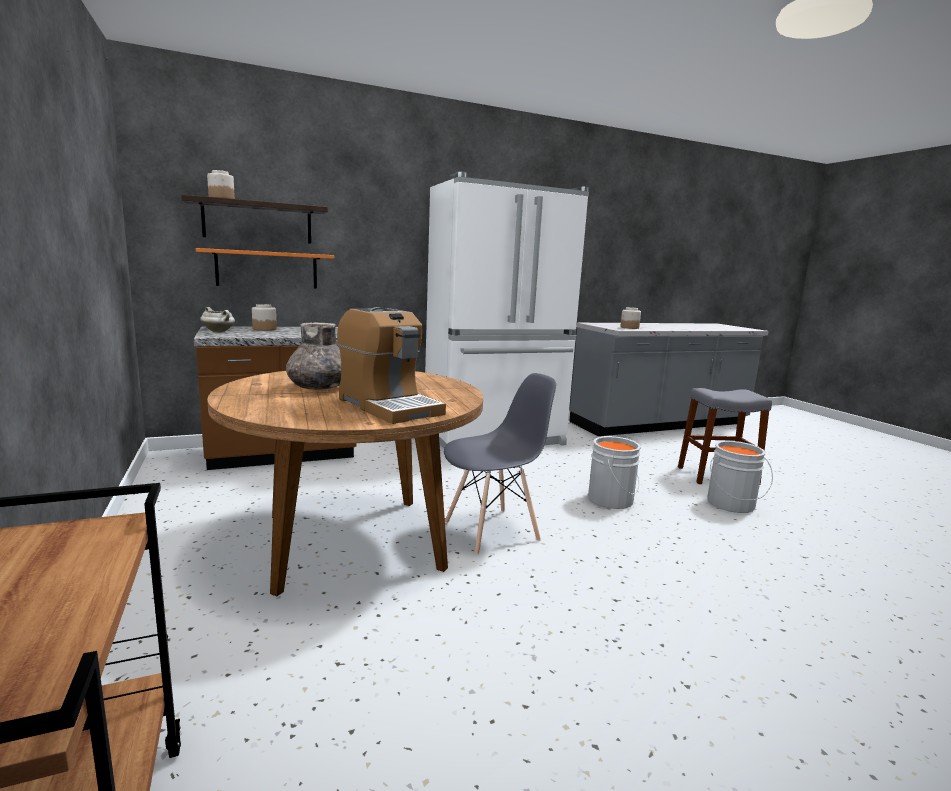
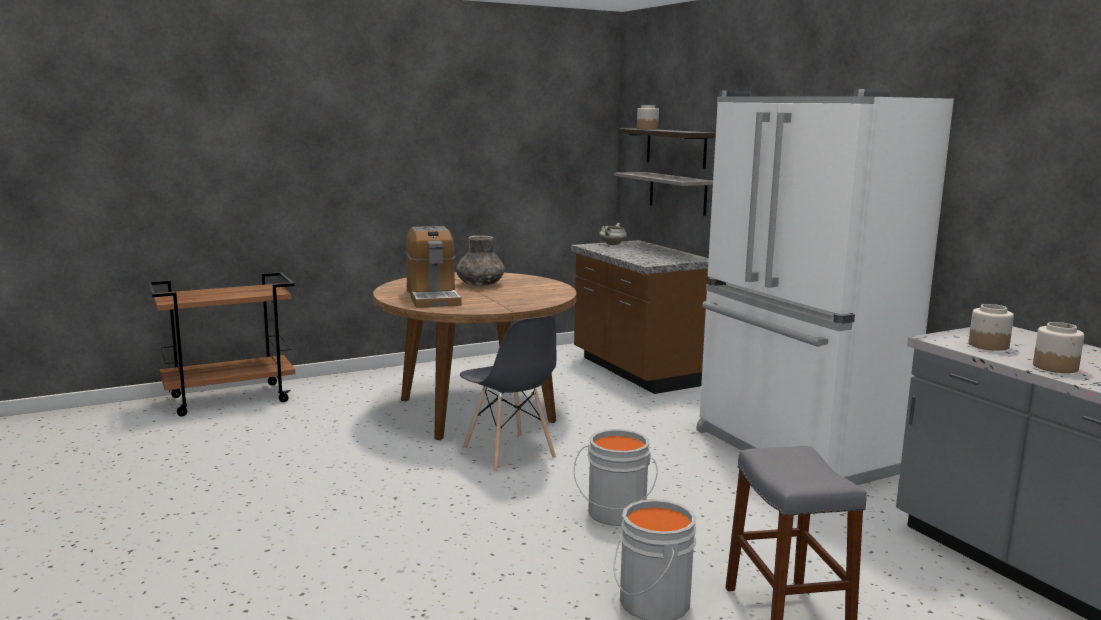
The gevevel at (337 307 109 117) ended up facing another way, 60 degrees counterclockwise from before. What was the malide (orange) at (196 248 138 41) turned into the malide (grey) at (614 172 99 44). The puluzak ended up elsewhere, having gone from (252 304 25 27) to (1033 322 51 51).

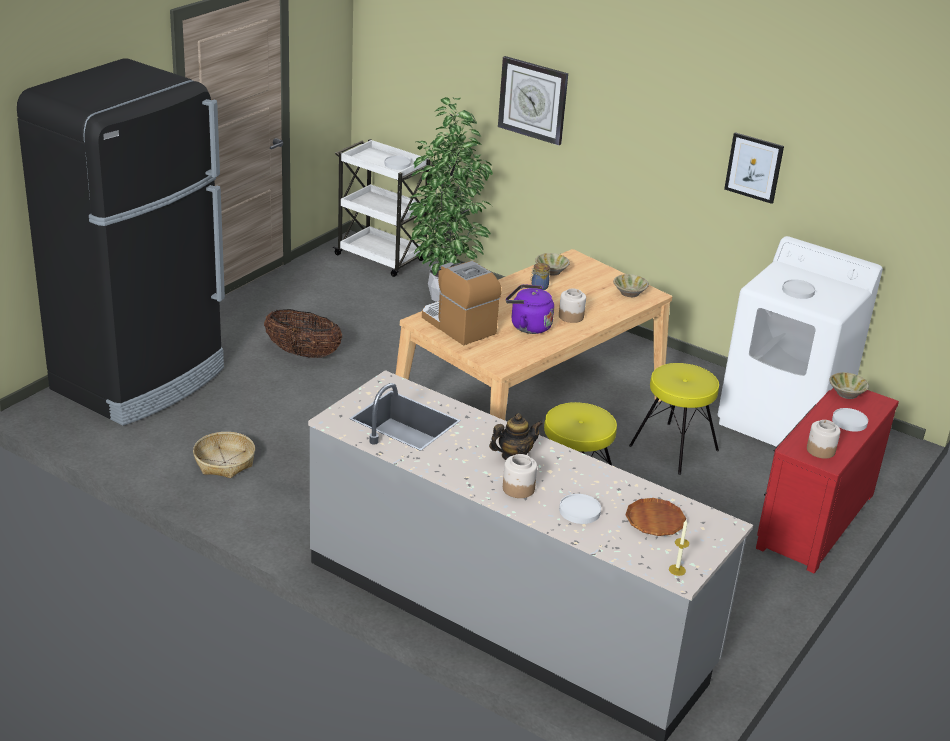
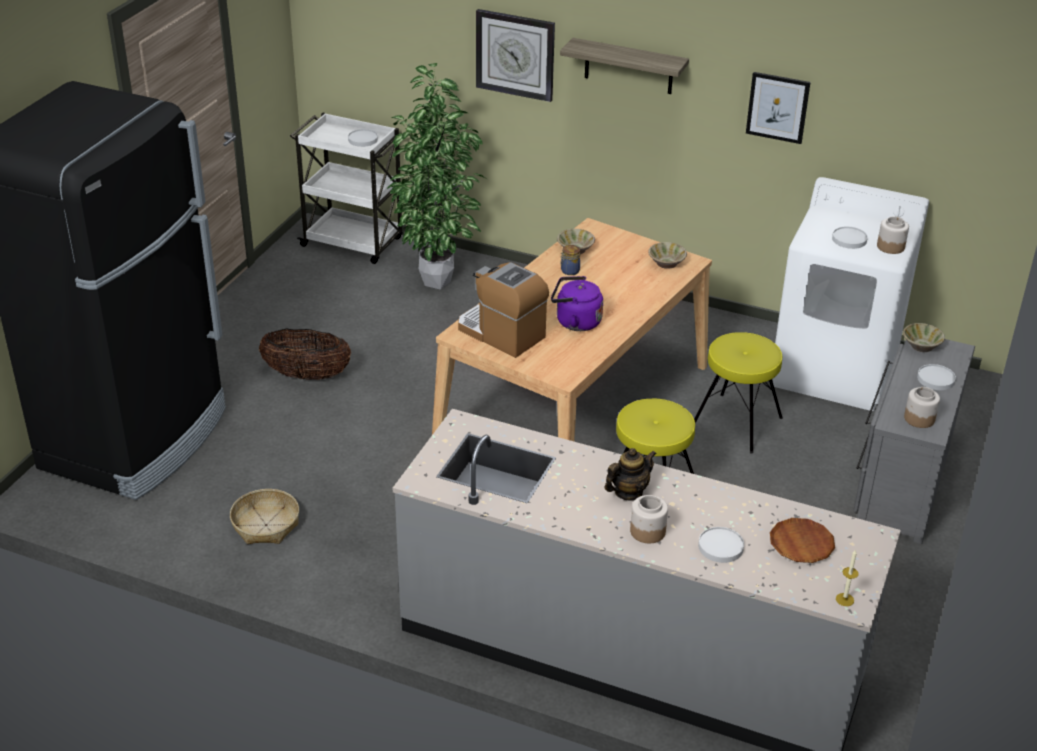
The second view gained the malide at (560 38 129 56). What was the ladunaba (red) at (756 388 143 185) turned into the ladunaba (grey) at (854 339 121 205). The puluzak ended up elsewhere, having gone from (559 289 27 34) to (877 216 32 38).

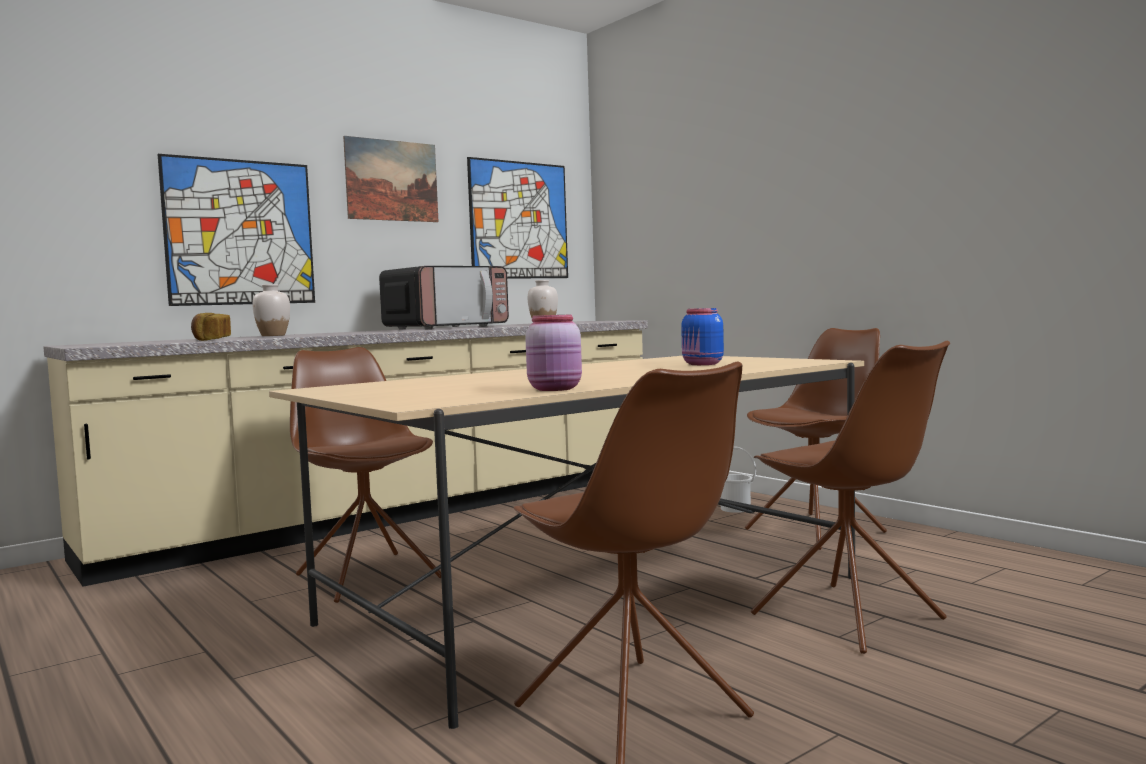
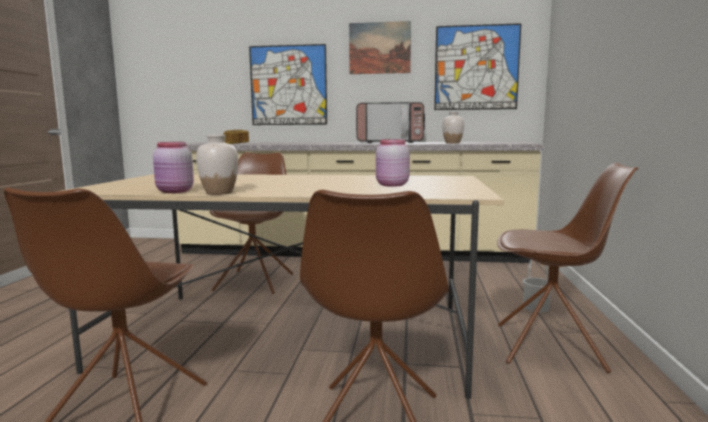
The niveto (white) ended up elsewhere, having gone from (252 284 38 52) to (196 135 42 60). What was the puluzak (blue) at (681 308 43 57) turned into the puluzak (pink) at (376 139 34 48).

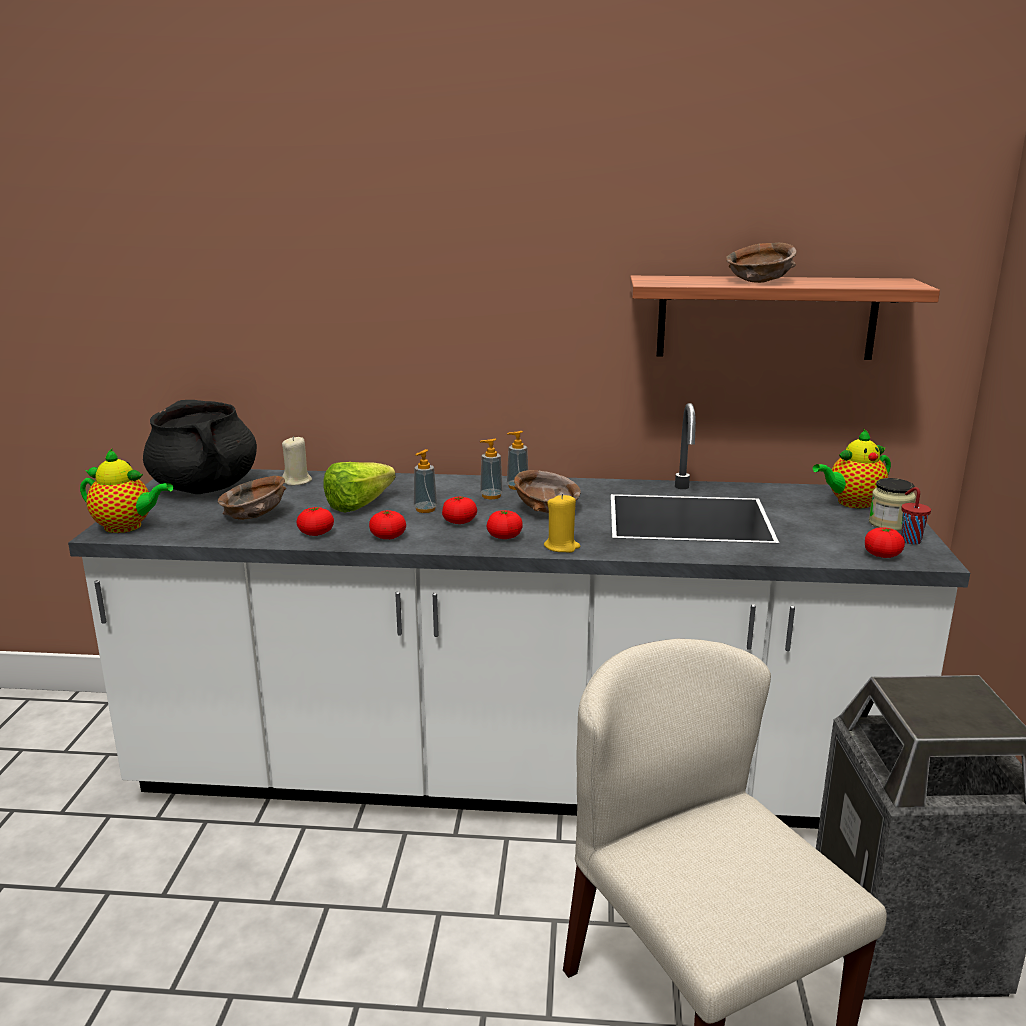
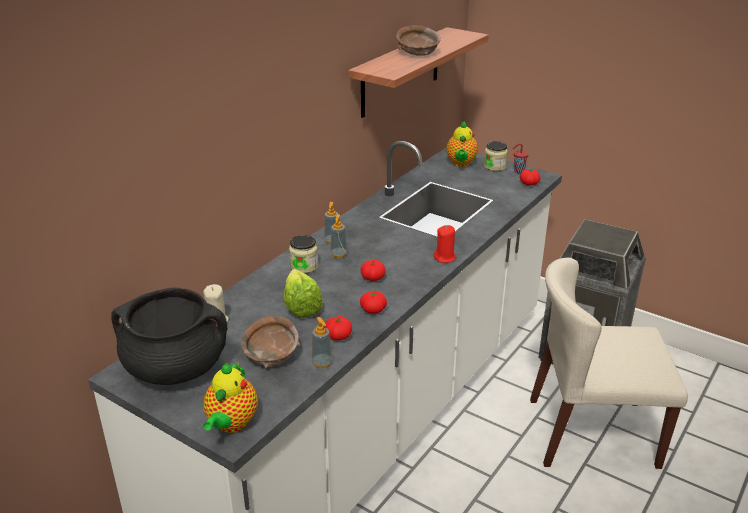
The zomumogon at (80 449 93 84) ended up facing another way, 150 degrees clockwise from before. The second view gained the puluzak at (289 235 29 39). The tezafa ended up elsewhere, having gone from (414 449 23 64) to (312 317 20 51). What was the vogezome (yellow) at (544 494 36 59) turned into the vogezome (red) at (434 225 22 38). The second view lost the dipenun at (487 510 36 29). The second view lost the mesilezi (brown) at (514 470 67 43).

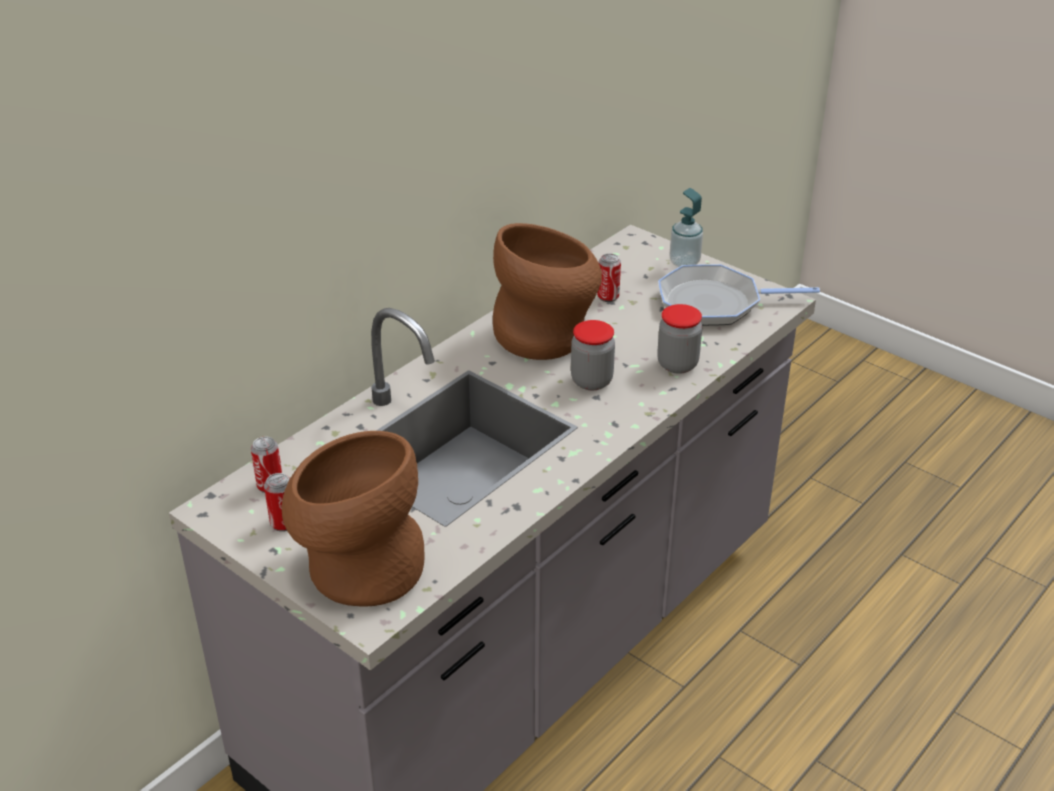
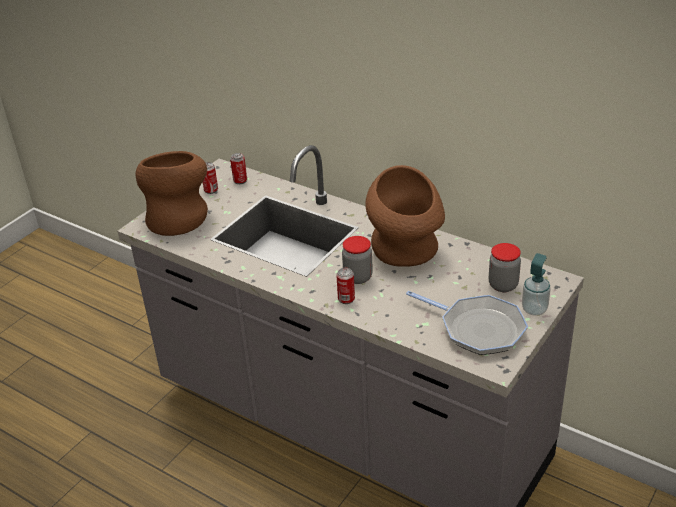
The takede ended up elsewhere, having gone from (597 253 24 49) to (336 268 19 36). The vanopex at (658 264 162 62) ended up facing another way, 135 degrees clockwise from before. The puluzak ended up elsewhere, having gone from (657 304 45 70) to (489 243 32 49).

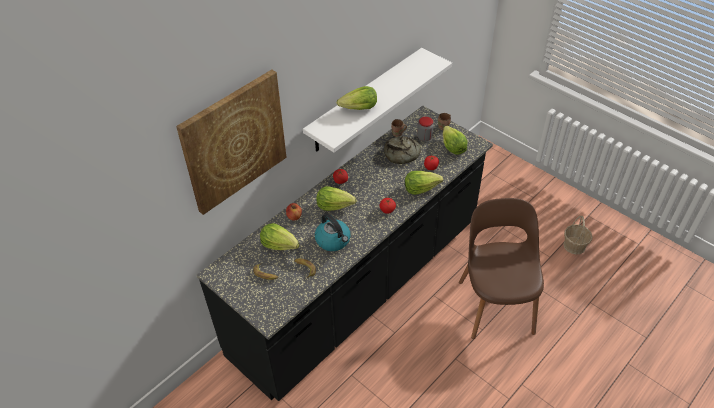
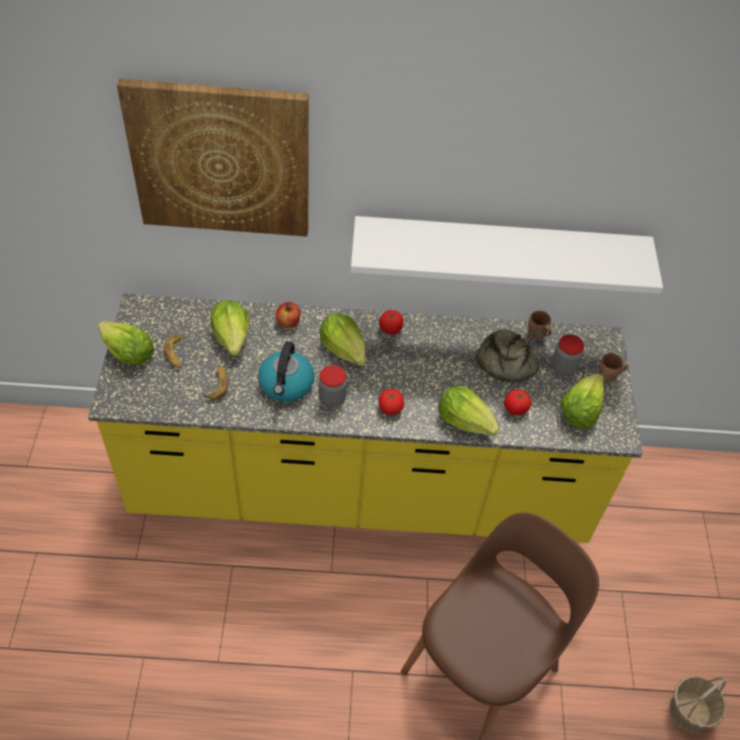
What was the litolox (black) at (196 106 297 295) turned into the litolox (yellow) at (88 294 554 249). The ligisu ended up elsewhere, having gone from (337 86 40 24) to (98 321 57 44). The second view gained the puluzak at (319 365 28 43).

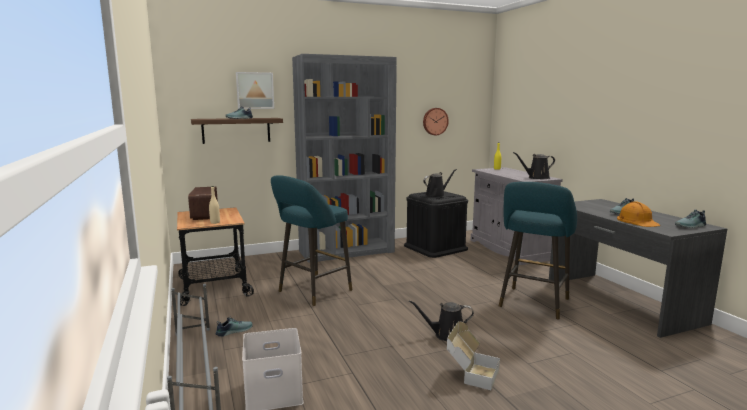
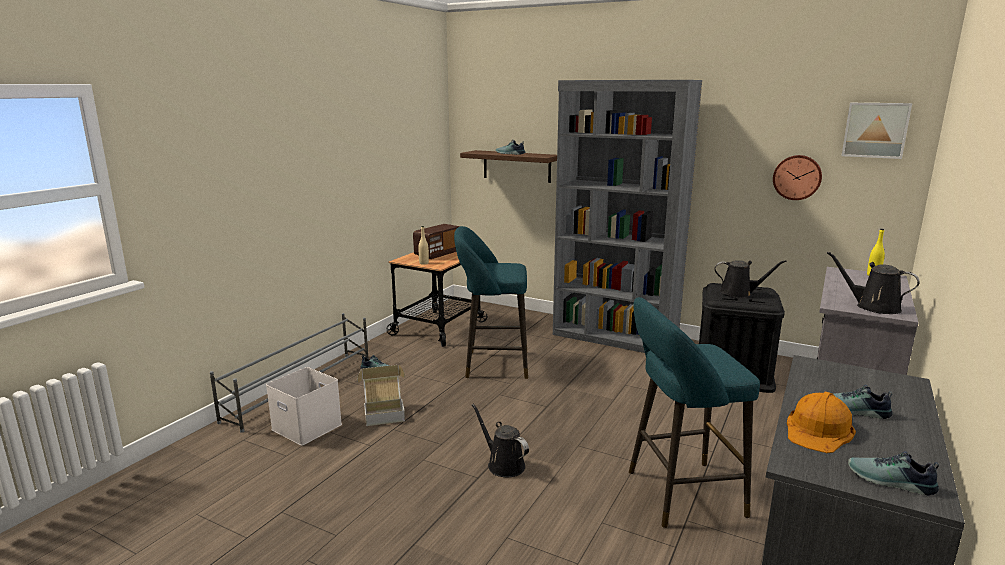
The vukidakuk ended up elsewhere, having gone from (447 321 53 69) to (357 365 48 61). The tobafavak ended up elsewhere, having gone from (236 72 38 37) to (842 103 70 56).

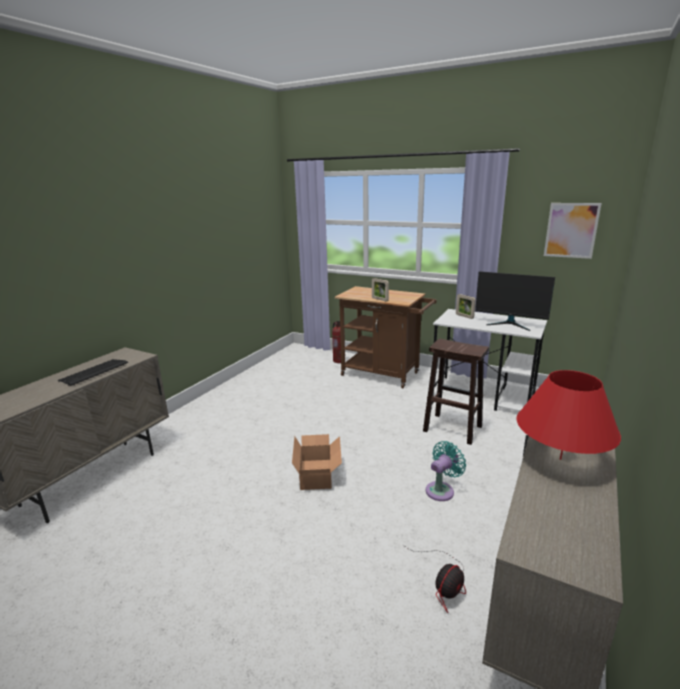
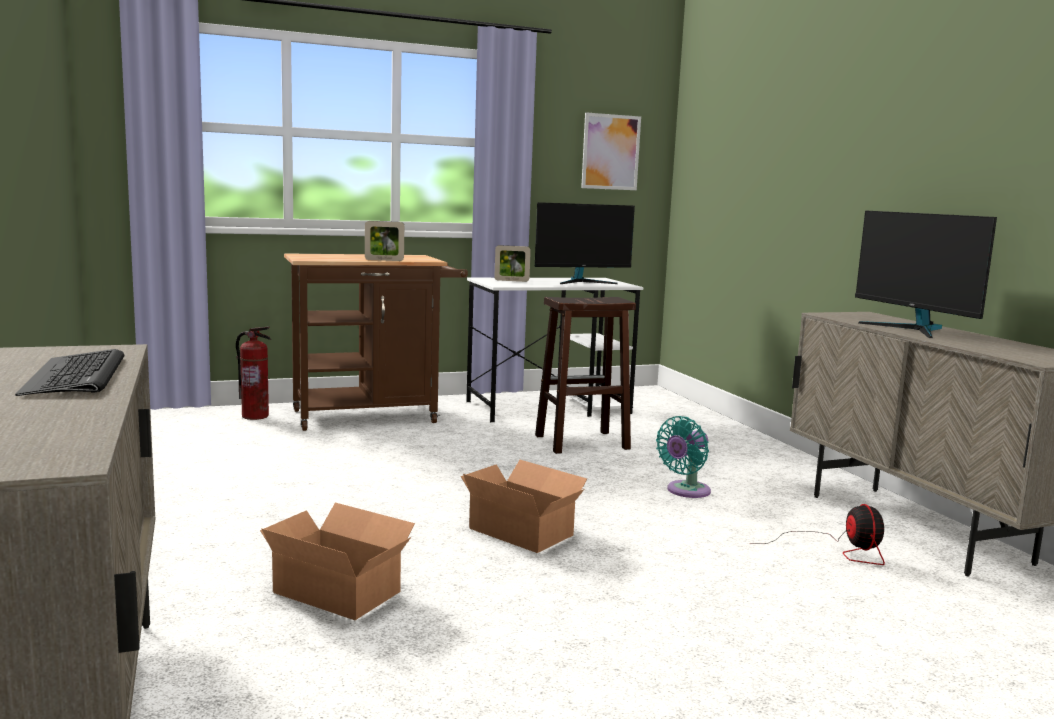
The second view gained the vukidakuk at (260 503 155 117). The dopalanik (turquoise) at (426 441 40 60) ended up facing another way, 135 degrees counterclockwise from before. Where the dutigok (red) stood at (517 370 104 90), the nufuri came to stand at (855 211 142 127).

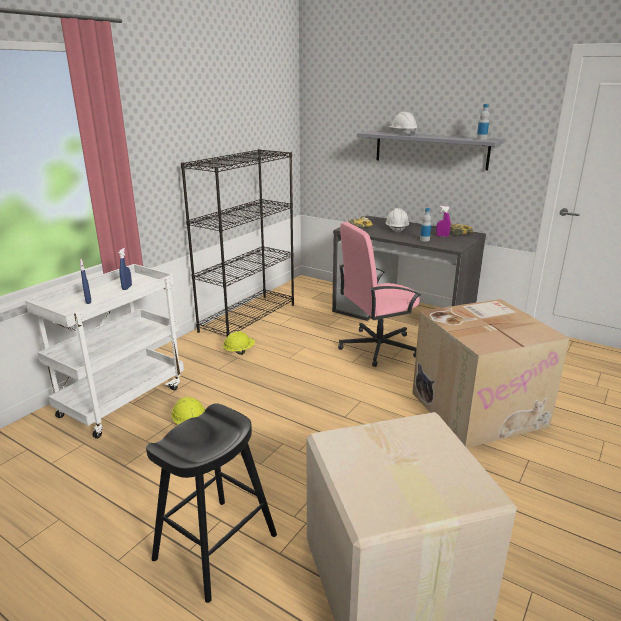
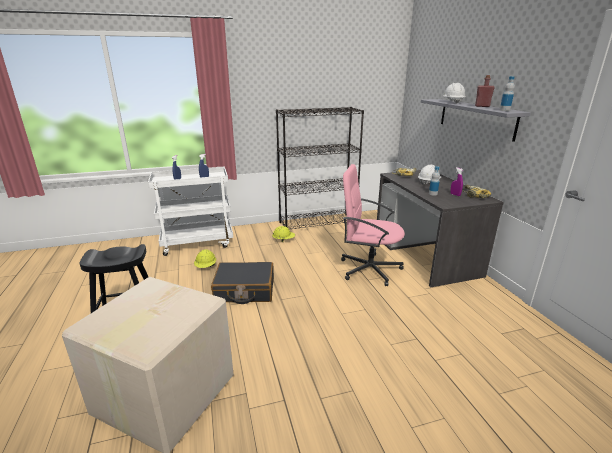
The second view gained the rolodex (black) at (211 262 63 42). The second view gained the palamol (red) at (475 75 20 32). The second view lost the vukidakuk at (412 299 158 149).

